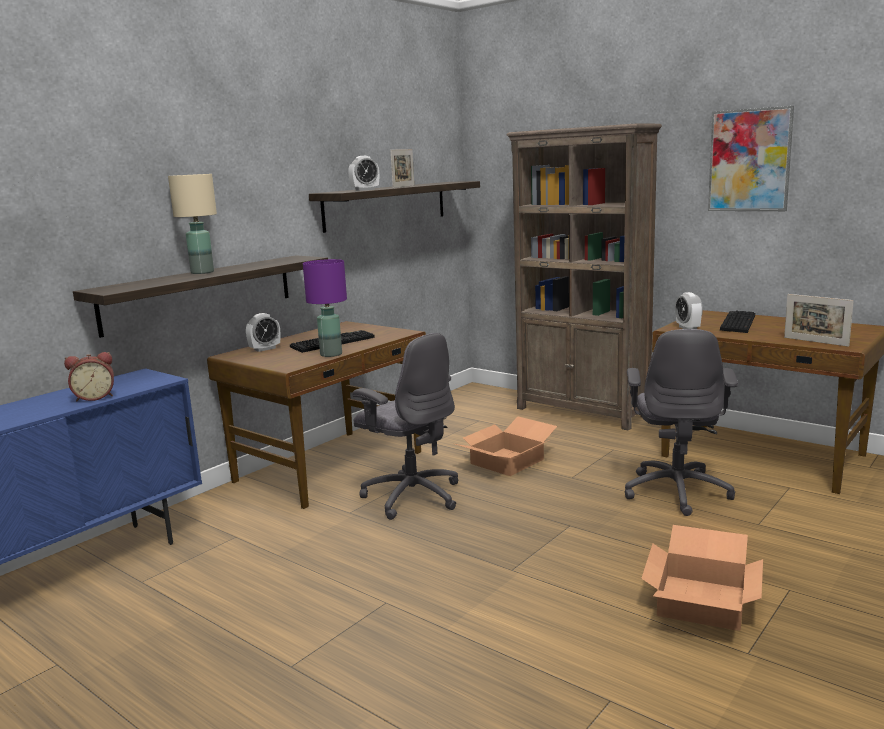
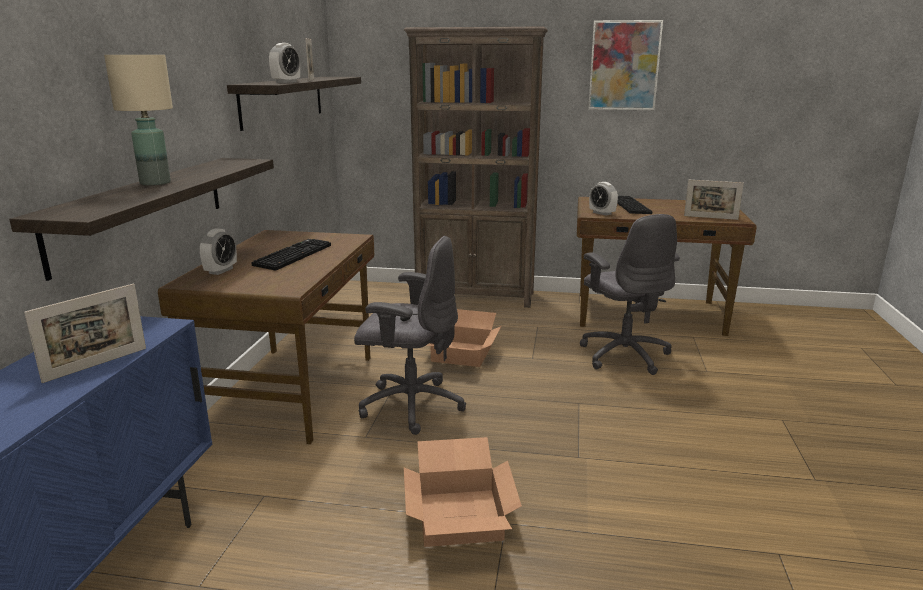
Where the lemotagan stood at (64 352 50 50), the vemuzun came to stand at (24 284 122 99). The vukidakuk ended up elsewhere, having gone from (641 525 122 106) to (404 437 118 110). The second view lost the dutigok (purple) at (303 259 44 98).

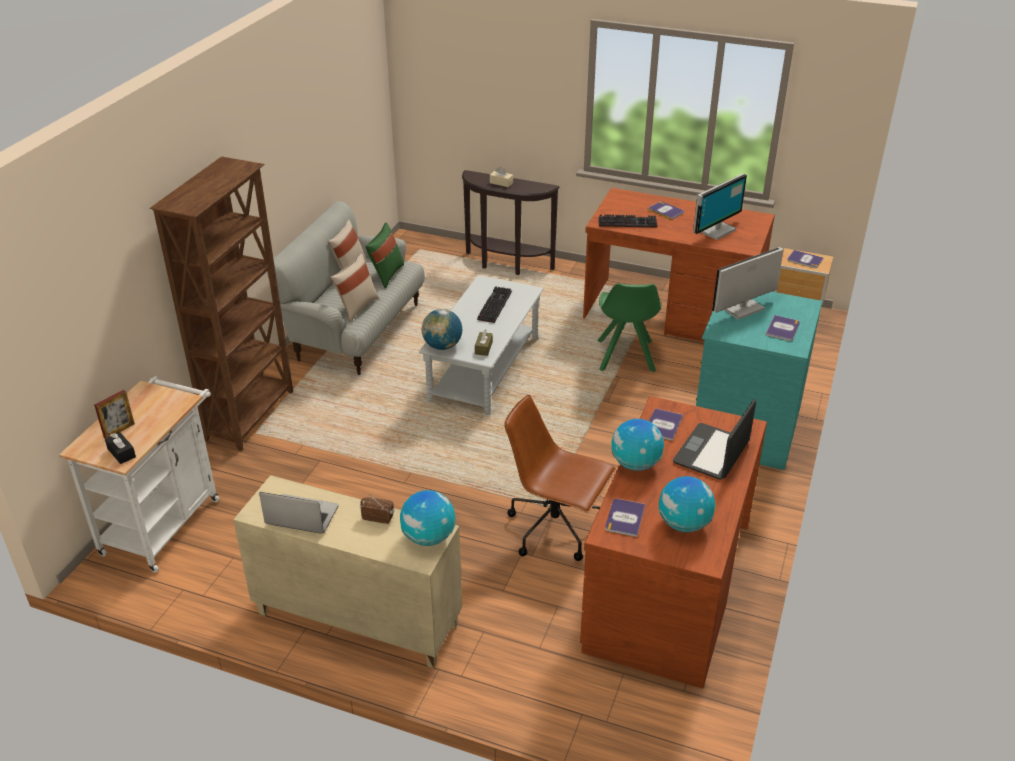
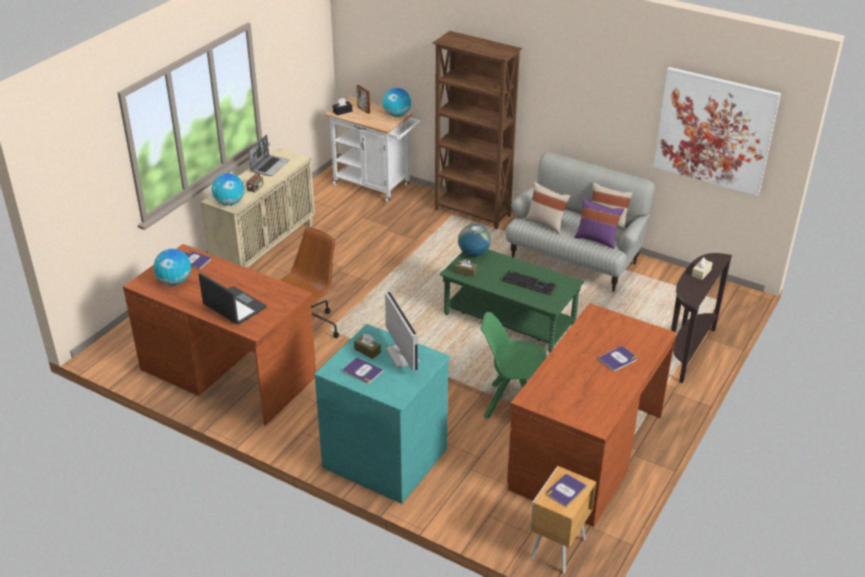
The second view gained the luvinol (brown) at (354 334 27 25). The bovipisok ended up elsewhere, having gone from (611 419 53 52) to (382 88 29 29). What was the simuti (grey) at (419 275 125 140) turned into the simuti (green) at (440 249 144 104). What was the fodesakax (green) at (365 223 39 65) turned into the fodesakax (purple) at (574 198 50 51). The second view gained the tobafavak at (653 67 128 129). The second view lost the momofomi at (599 214 58 14). The second view lost the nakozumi at (649 409 34 32). The second view lost the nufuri at (693 173 54 67).

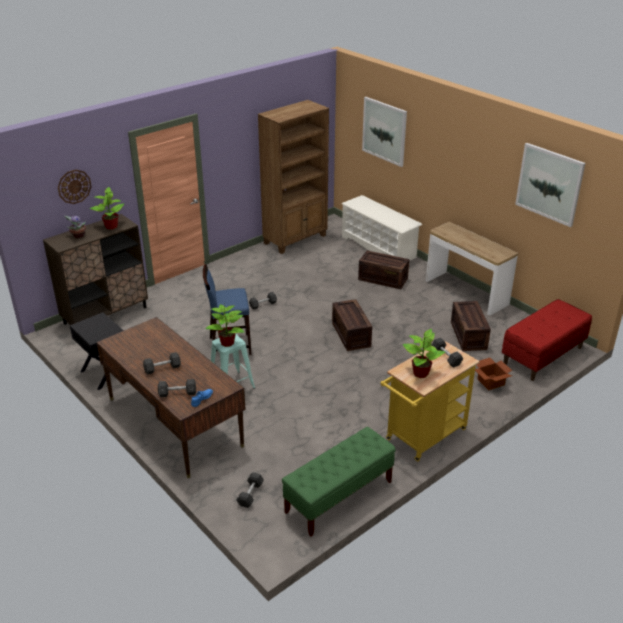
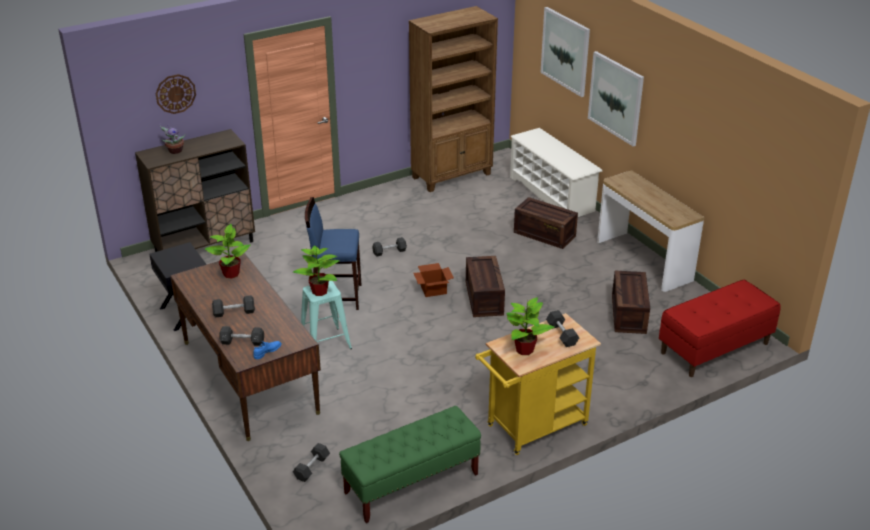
The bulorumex ended up elsewhere, having gone from (90 187 34 42) to (205 224 46 54). The vukidakuk ended up elsewhere, having gone from (475 358 37 32) to (414 263 40 34). The tobafavak ended up elsewhere, having gone from (515 143 70 84) to (588 51 56 95).

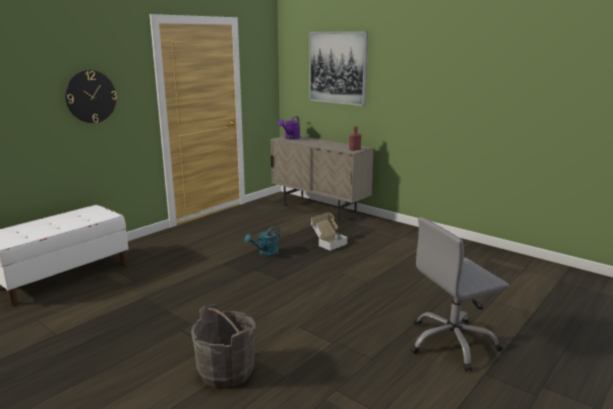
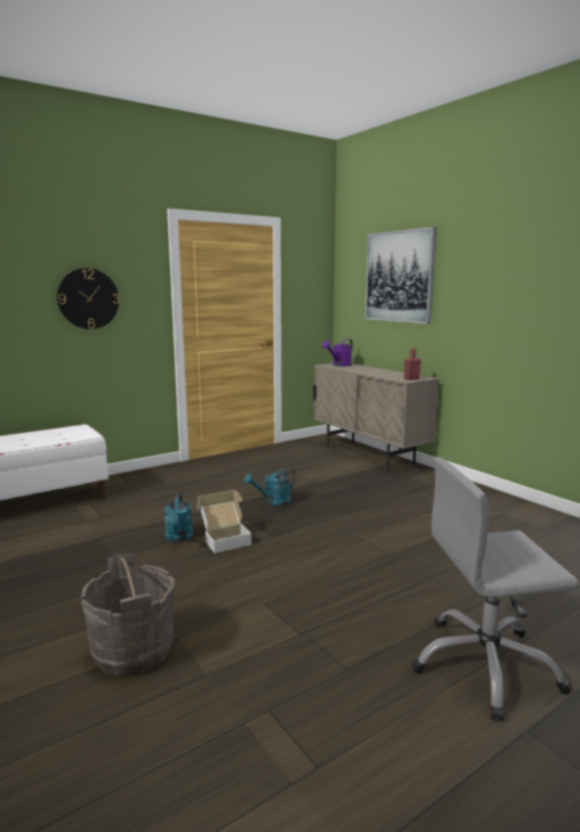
The second view gained the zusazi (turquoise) at (164 494 30 48). The vukidakuk ended up elsewhere, having gone from (311 212 36 39) to (197 490 55 63).

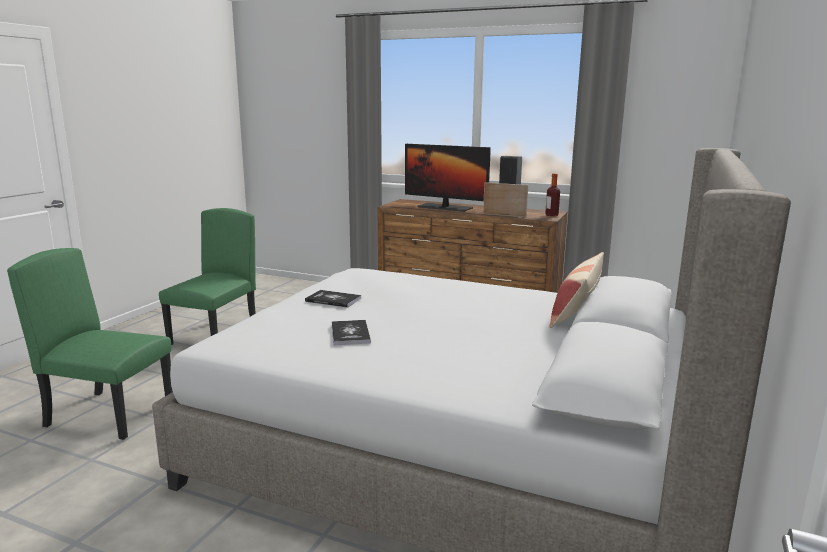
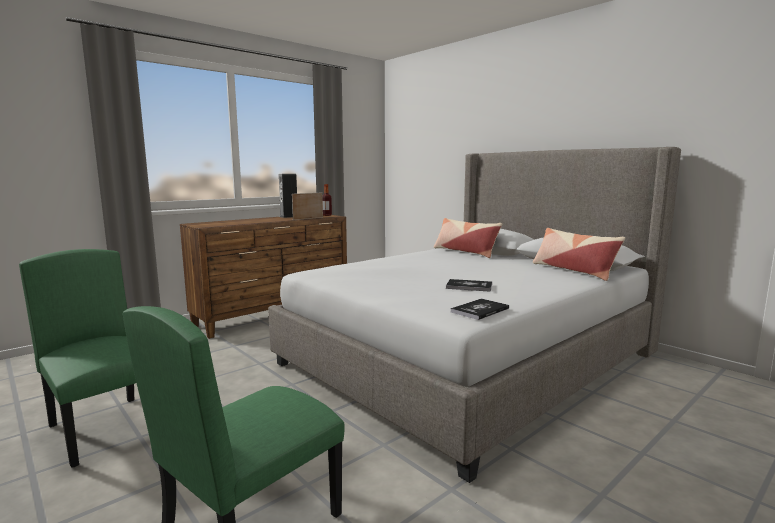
The nakozumi ended up elsewhere, having gone from (305 290 56 18) to (450 298 59 22). The second view gained the fodesakax at (533 228 92 53). The second view lost the nufuri at (405 144 86 68).

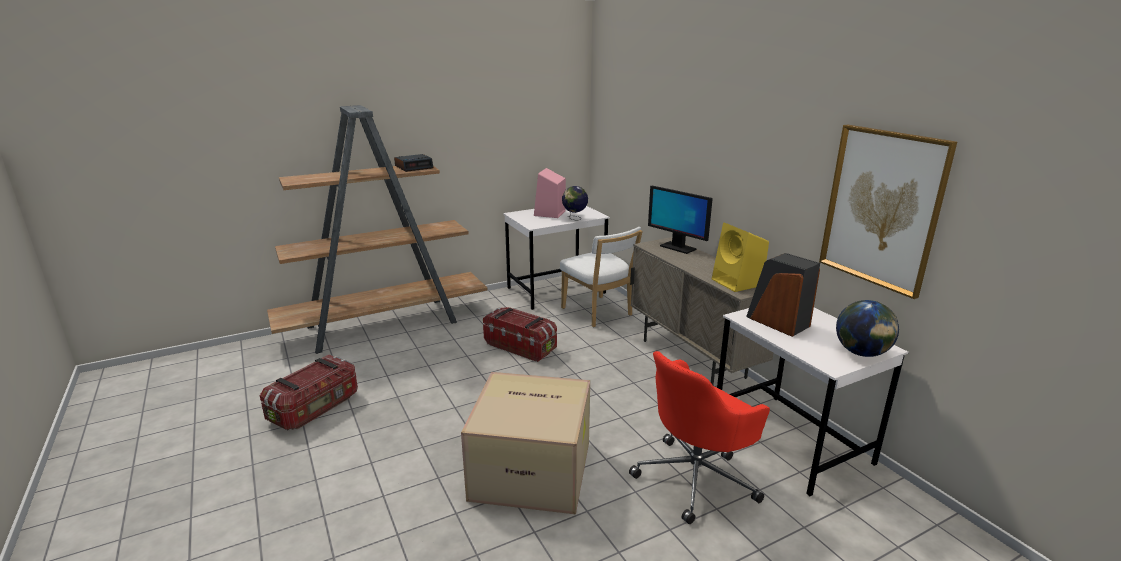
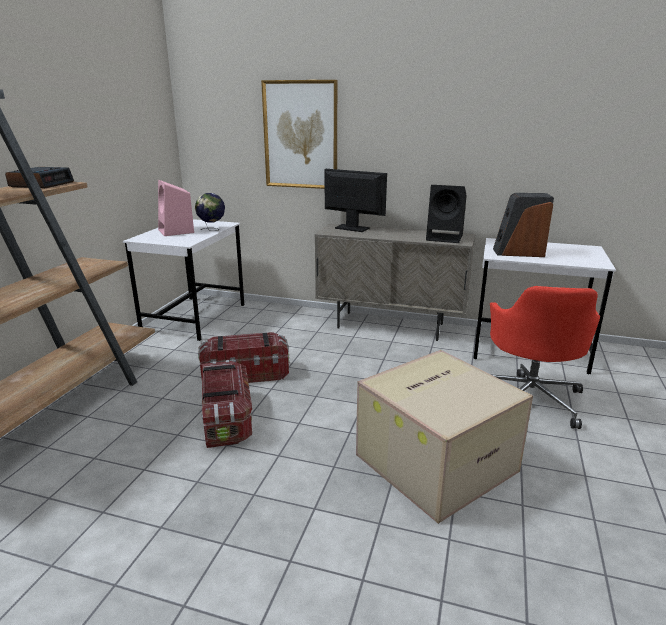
The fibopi ended up elsewhere, having gone from (260 355 98 75) to (202 360 50 88). The tobafavak ended up elsewhere, having gone from (819 125 138 174) to (261 80 76 109). The nufuri at (648 186 65 68) ended up facing another way, 150 degrees counterclockwise from before. What was the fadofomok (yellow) at (712 223 57 69) turned into the fadofomok (black) at (426 185 41 58). The second view lost the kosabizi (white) at (560 227 83 100). The second view lost the bovipisok at (836 300 63 57).

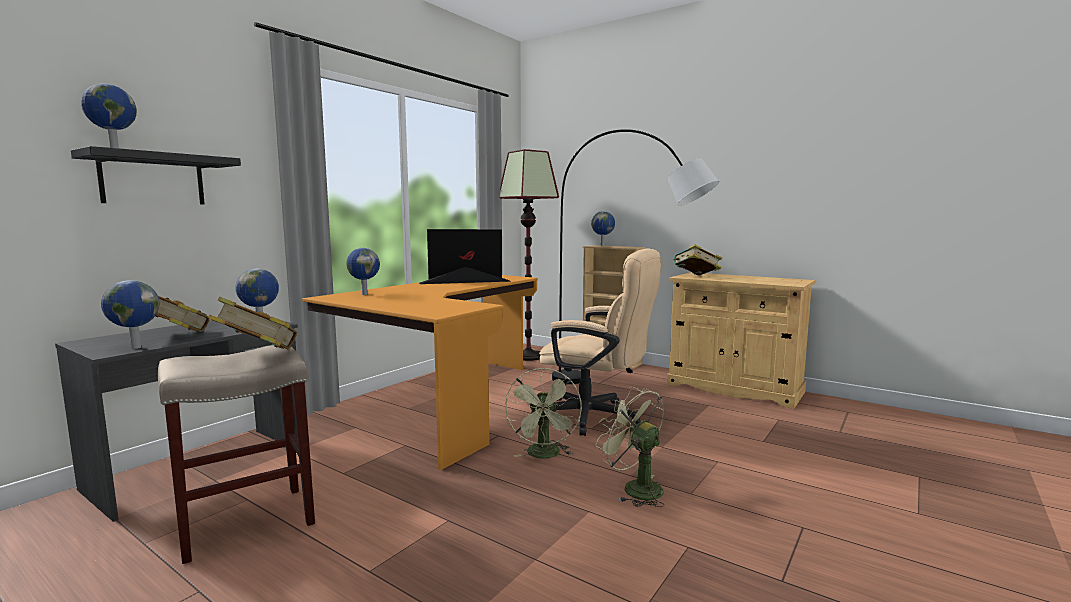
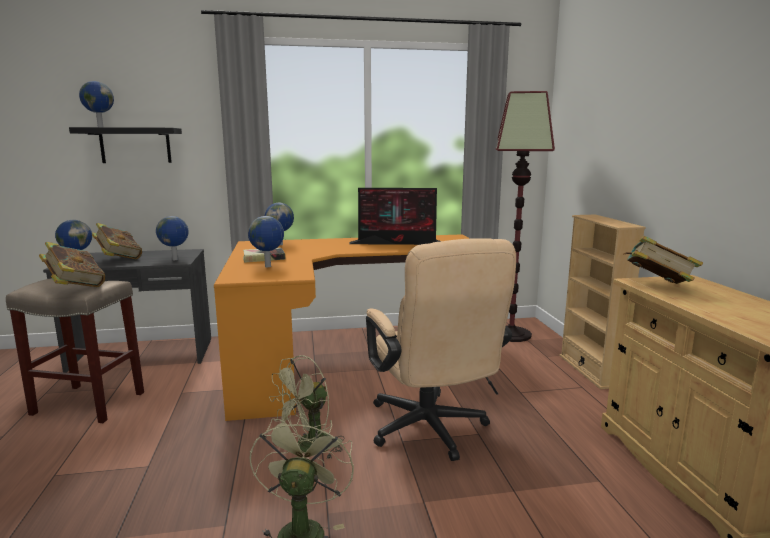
The second view gained the nakozumi at (243 248 42 15). The bovipisok ended up elsewhere, having gone from (591 211 24 35) to (248 216 36 51). The nufuri at (419 229 93 55) ended up facing another way, 150 degrees clockwise from before. The second view lost the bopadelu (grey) at (552 129 167 255).

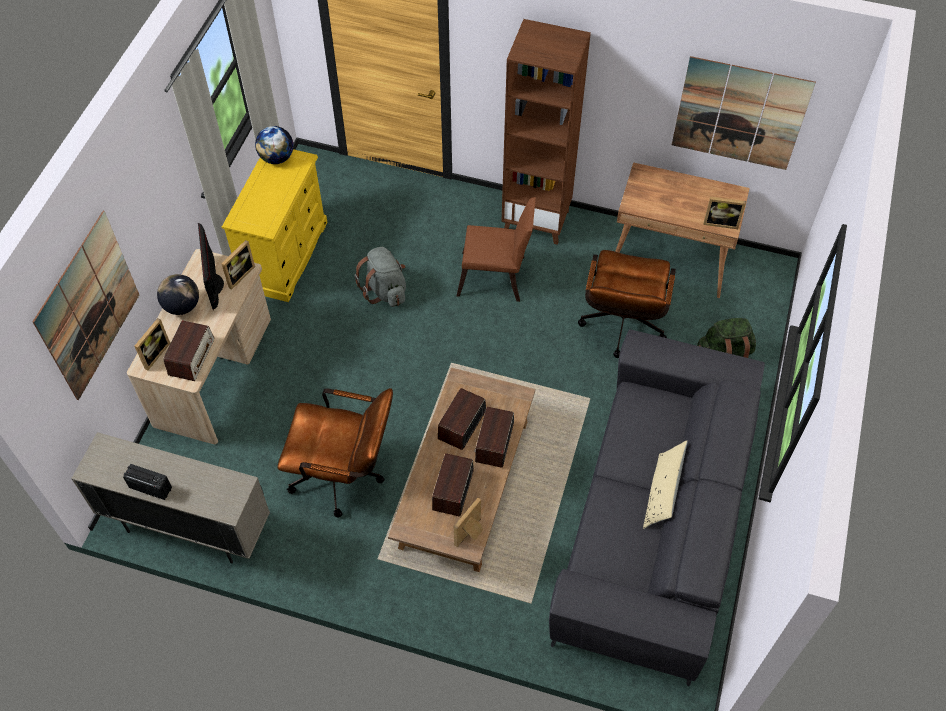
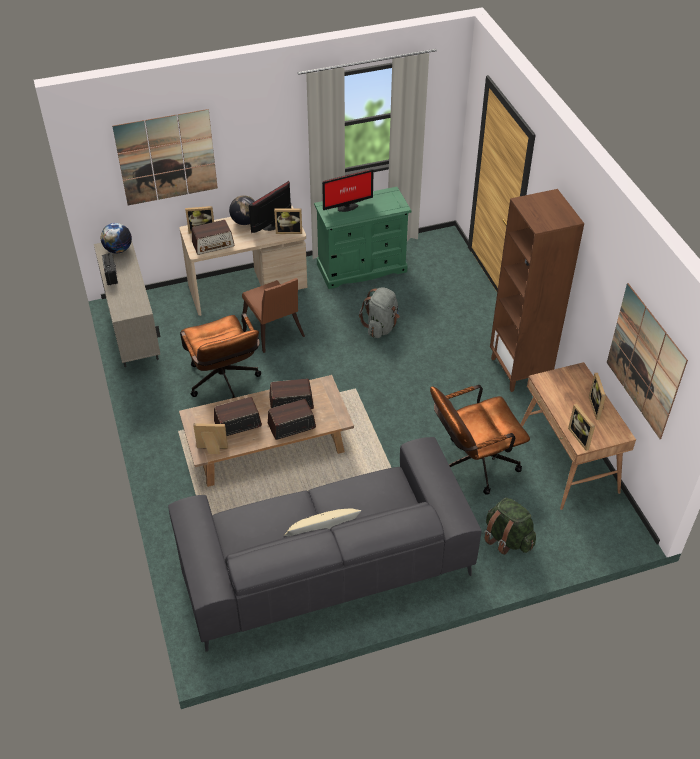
The bovipisok ended up elsewhere, having gone from (255 126 38 38) to (100 223 32 31). The kosabizi (brown) ended up elsewhere, having gone from (457 197 79 105) to (241 278 64 75). What was the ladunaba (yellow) at (222 149 106 153) turned into the ladunaba (green) at (314 187 97 102). The second view gained the nufuri at (322 169 52 43). The second view gained the vemuzun at (589 373 17 47).

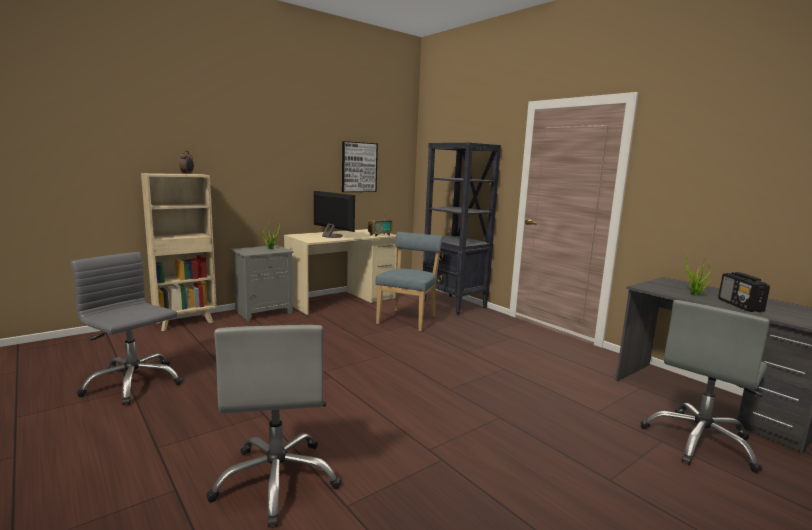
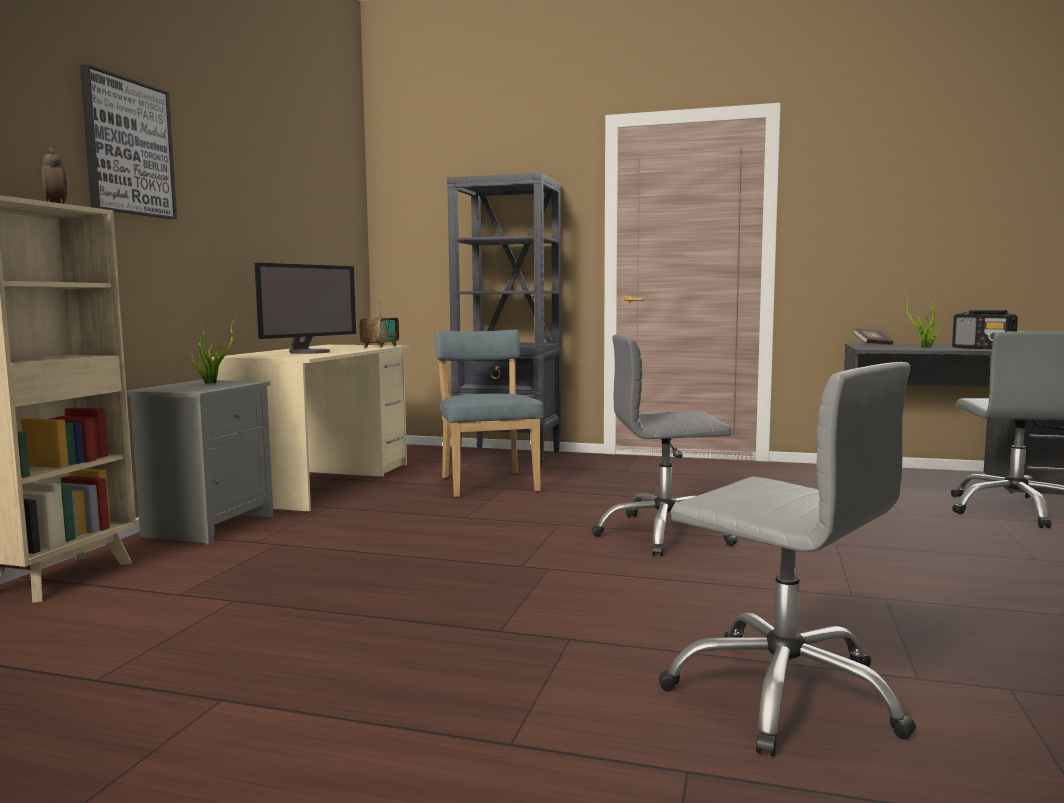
The tobafavak ended up elsewhere, having gone from (342 141 36 51) to (80 64 97 155). The nufuri at (314 191 41 47) ended up facing another way, 120 degrees clockwise from before. The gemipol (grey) ended up elsewhere, having gone from (71 252 112 153) to (592 335 146 221). The second view gained the nakozumi at (853 329 40 16).

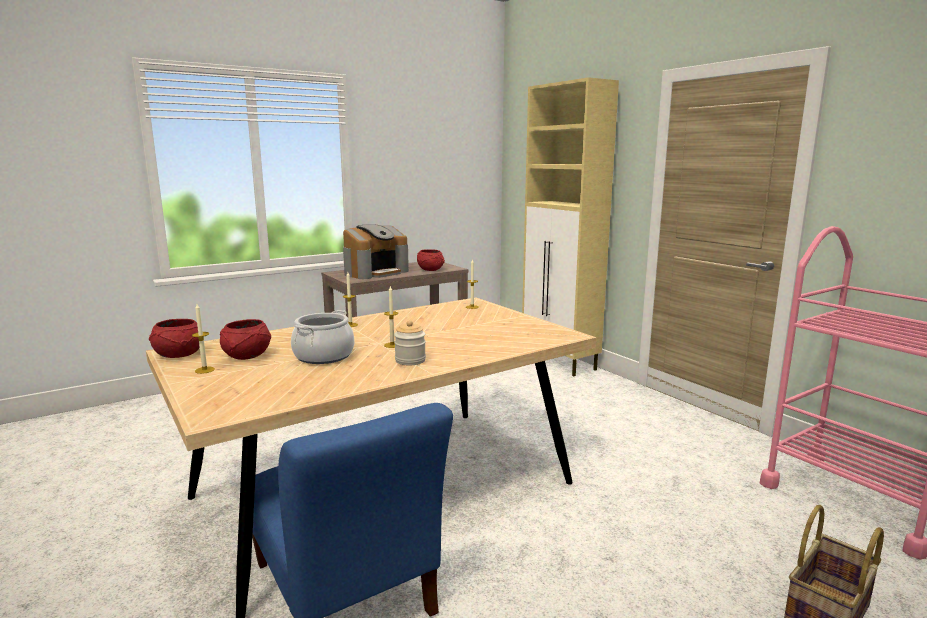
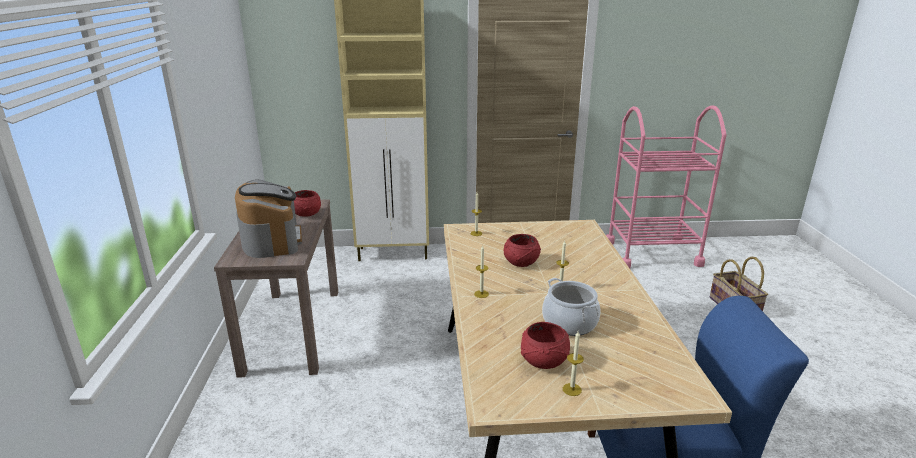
The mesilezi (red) ended up elsewhere, having gone from (149 319 51 39) to (504 234 37 33). The second view lost the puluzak at (394 320 32 45).

